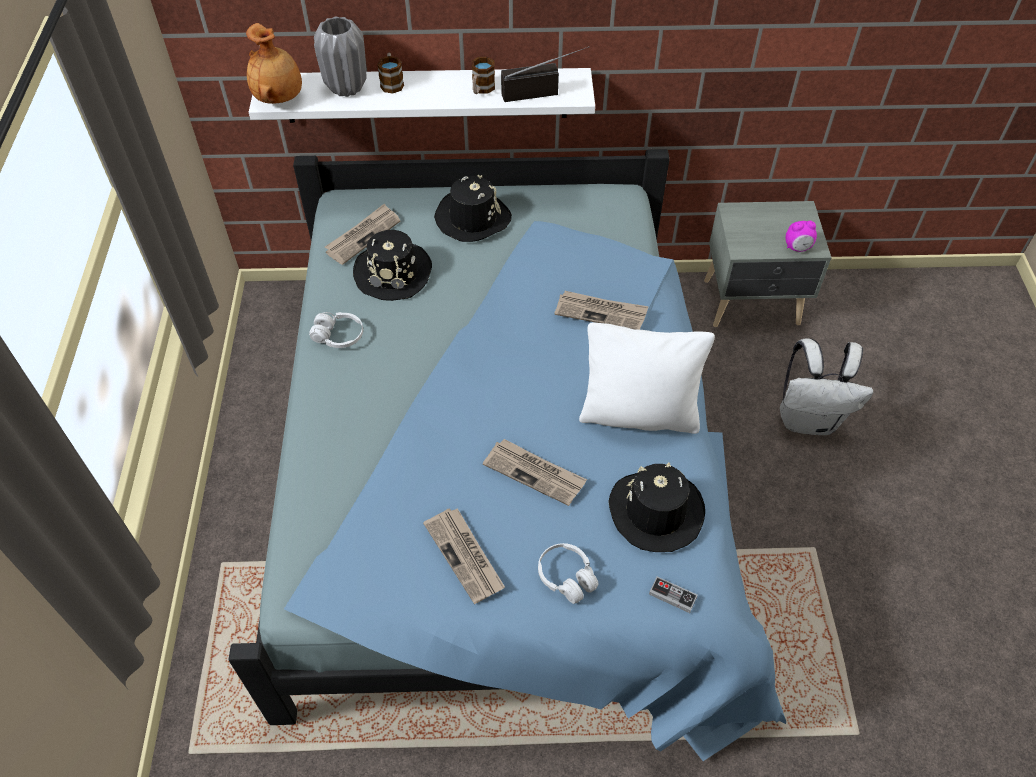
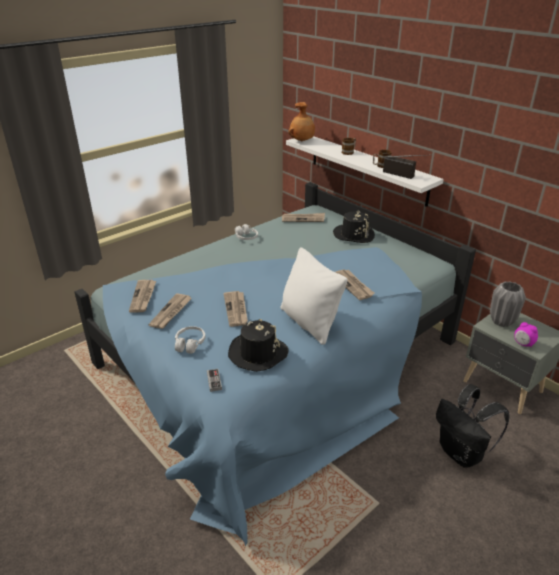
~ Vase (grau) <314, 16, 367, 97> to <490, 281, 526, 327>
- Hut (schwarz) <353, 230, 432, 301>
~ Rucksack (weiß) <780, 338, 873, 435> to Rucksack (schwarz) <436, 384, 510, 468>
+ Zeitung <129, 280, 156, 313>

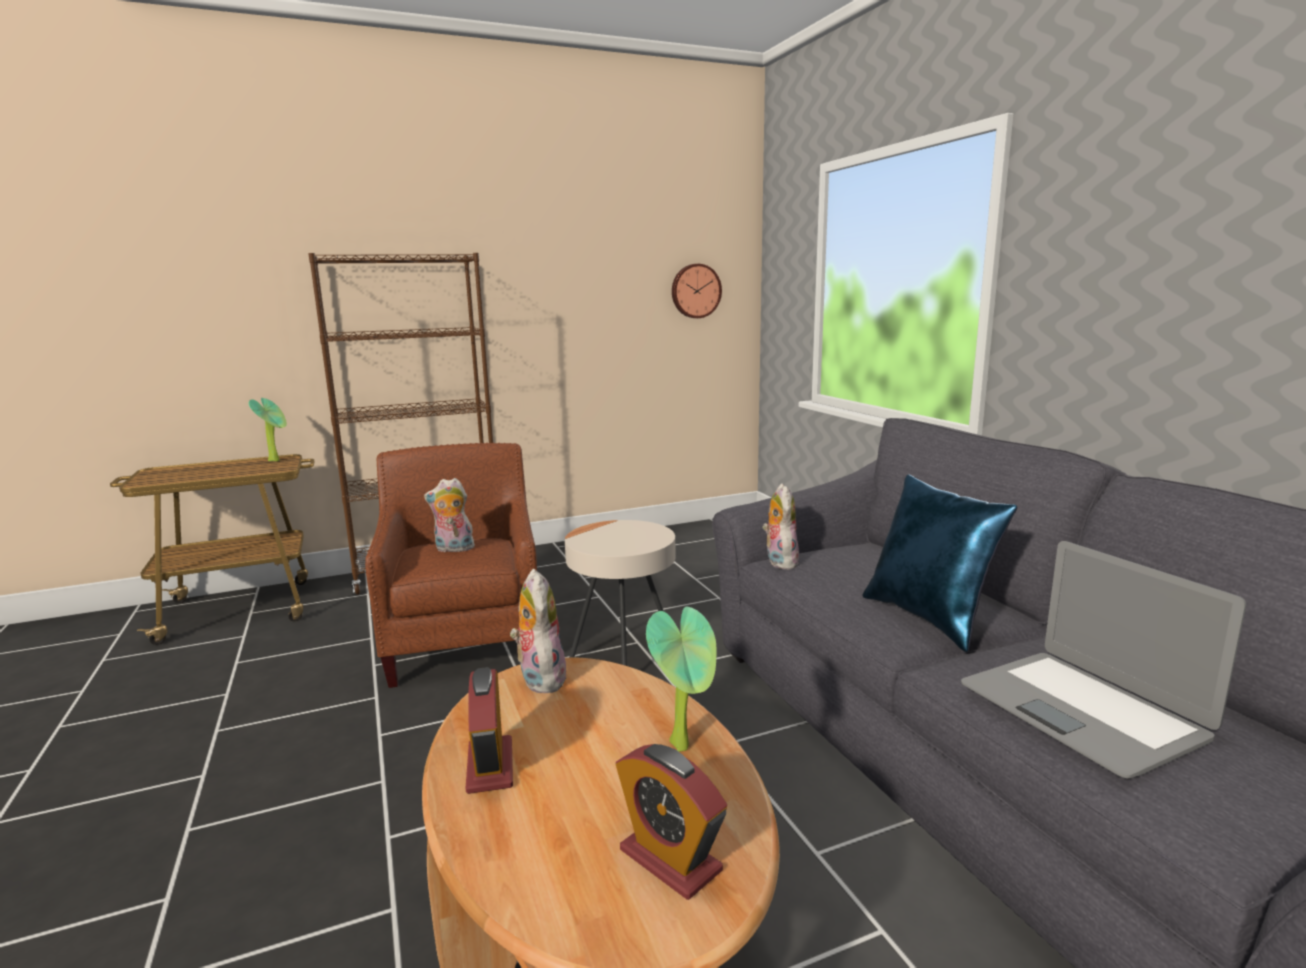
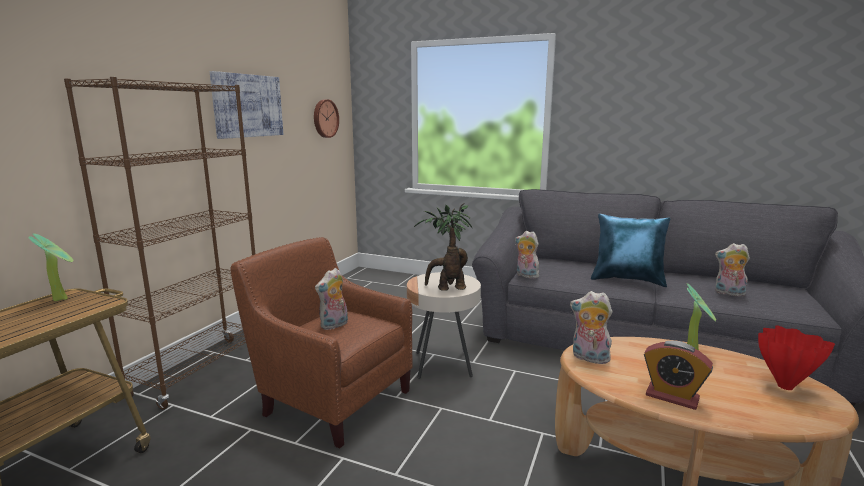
~ Wecker <616, 744, 727, 900> to Vase (rot) <758, 325, 835, 390>
~ Laptop <961, 541, 1246, 779> to Plüschtier <715, 243, 750, 296>
+ Bild <210, 71, 283, 139>
+ Topfpflanze <414, 203, 472, 291>

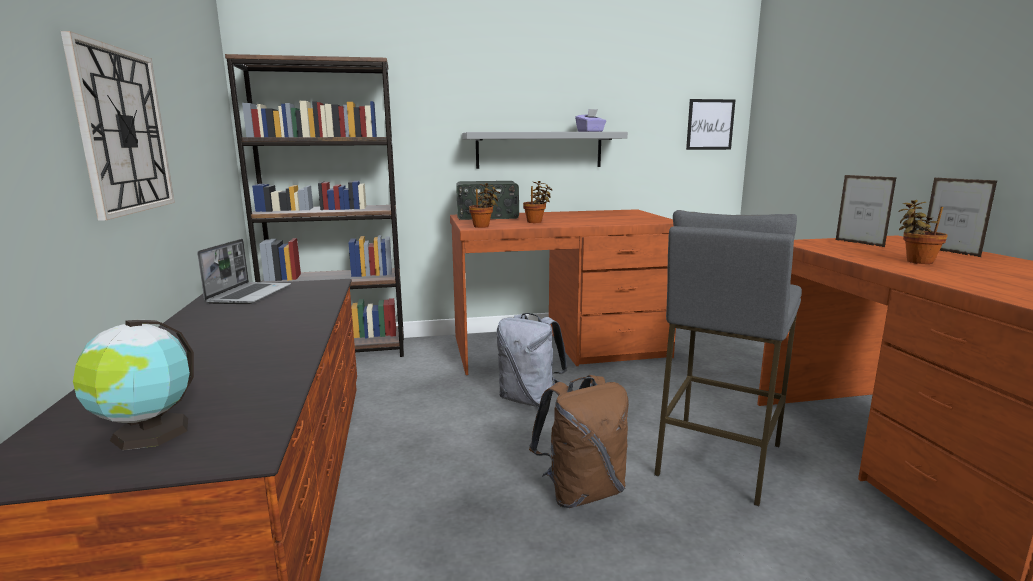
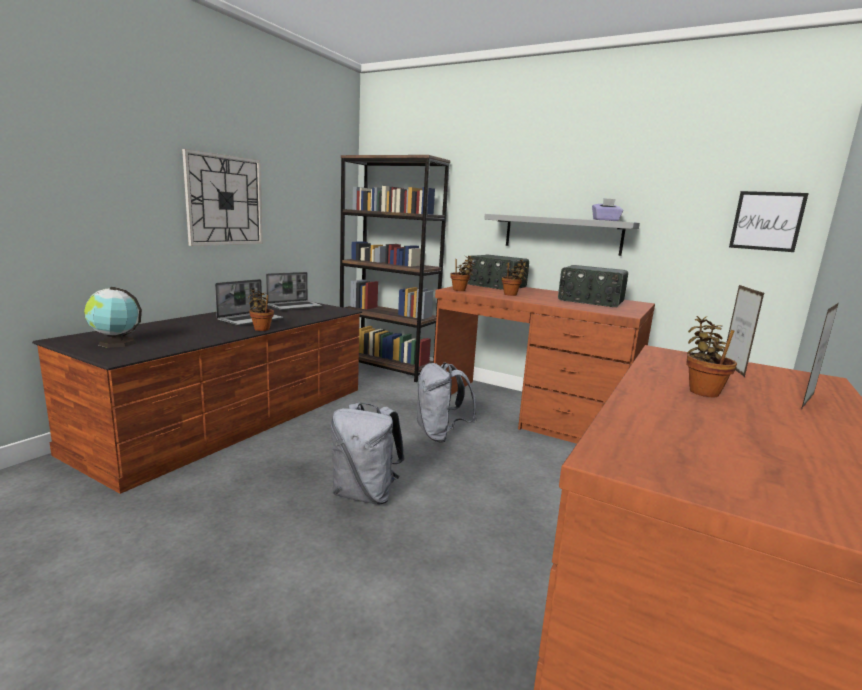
~ Rucksack (braun) <529, 375, 629, 508> to Rucksack (grau) <331, 403, 405, 504>
- Hocker (grau) <654, 210, 802, 506>
~ Bilderrahmen <925, 177, 998, 257> = <801, 303, 839, 409> 150 degrees counterclockwise
+ Laptop <215, 279, 283, 326>
+ Topfpflanze <248, 290, 274, 331>
+ Radio <558, 265, 628, 307>

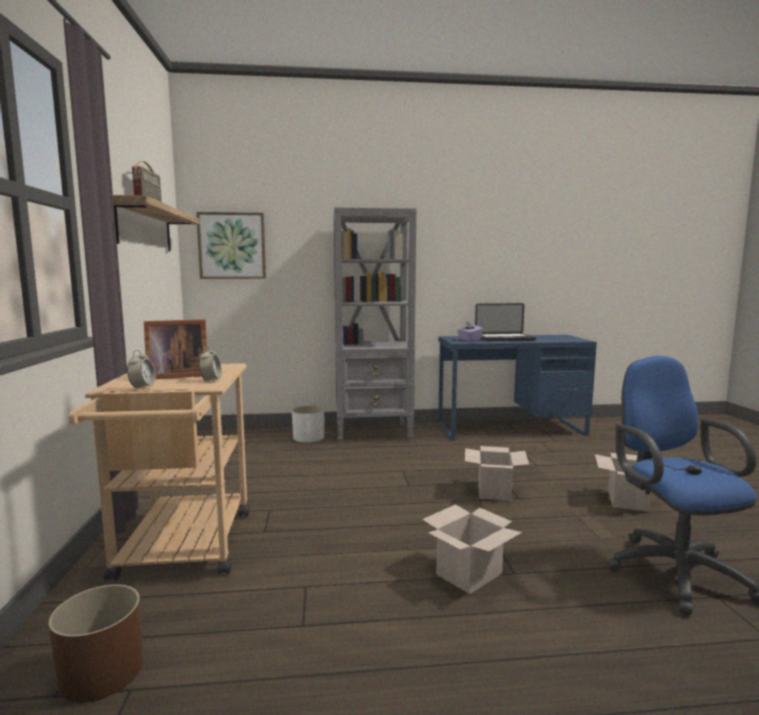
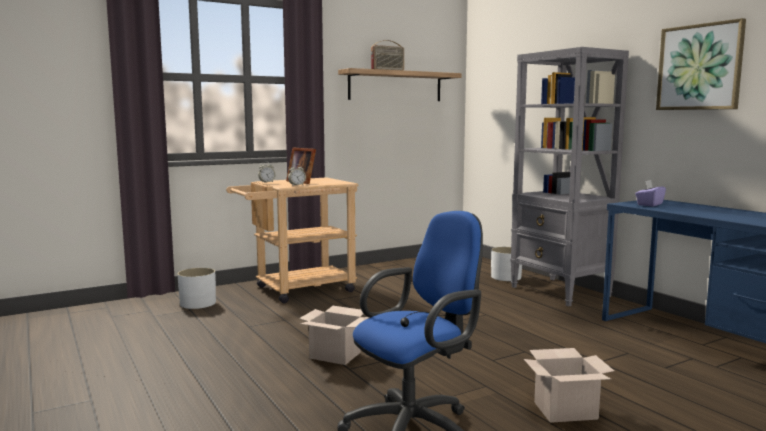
~ Pflanzkübel (braun) <48, 584, 143, 703> to Pflanzkübel (weiß) <177, 268, 216, 309>
~ Bild <196, 212, 266, 279> to <656, 18, 746, 110>
- Karton <465, 446, 529, 501>
- Laptop <475, 303, 536, 341>

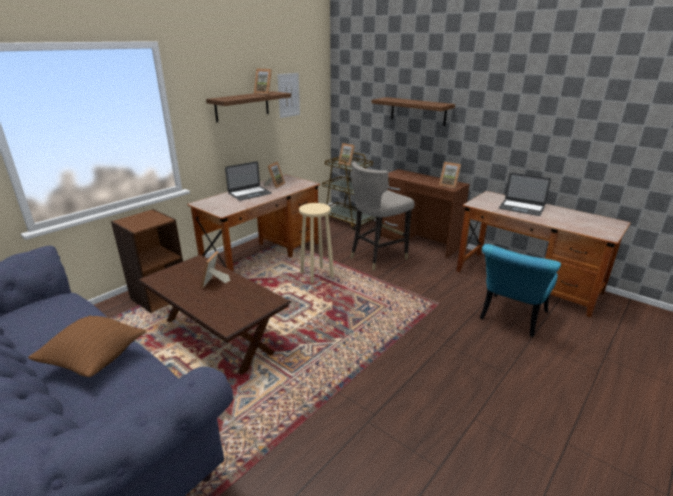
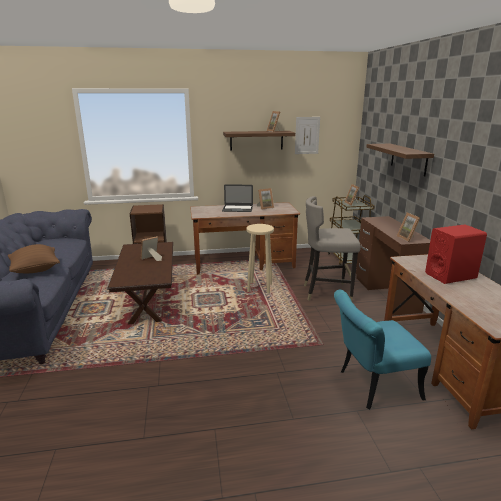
~ Laptop <499, 173, 551, 216> to Lautsprecher (rot) <425, 224, 487, 284>

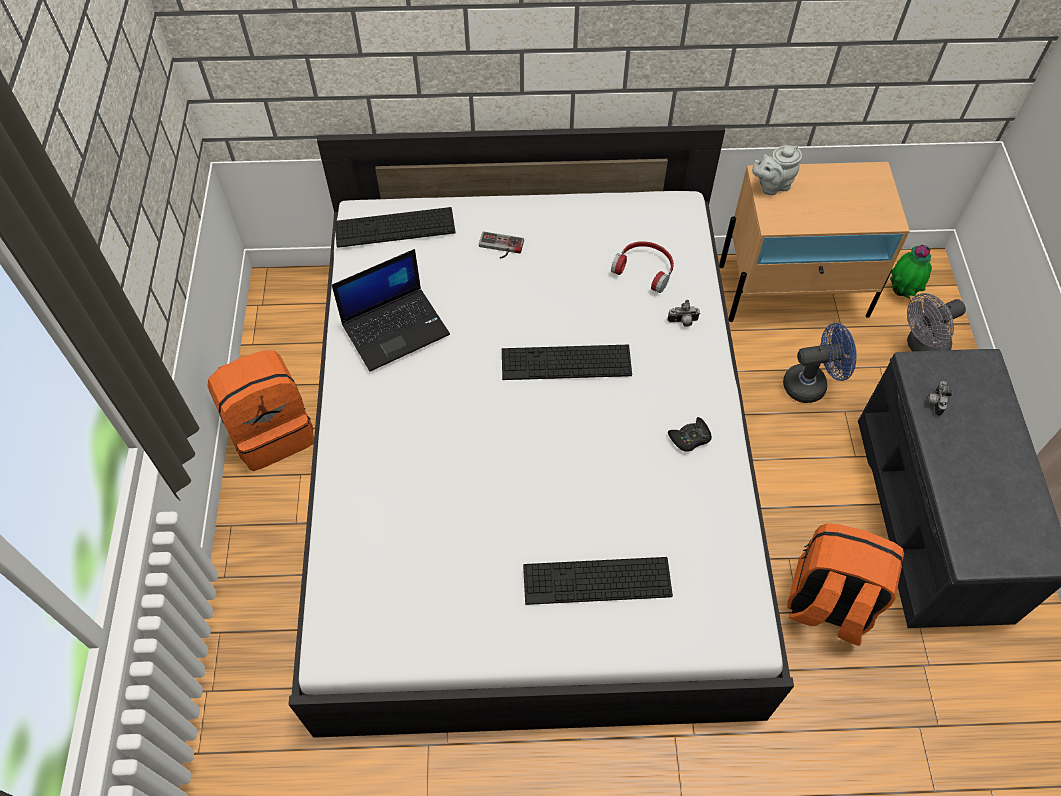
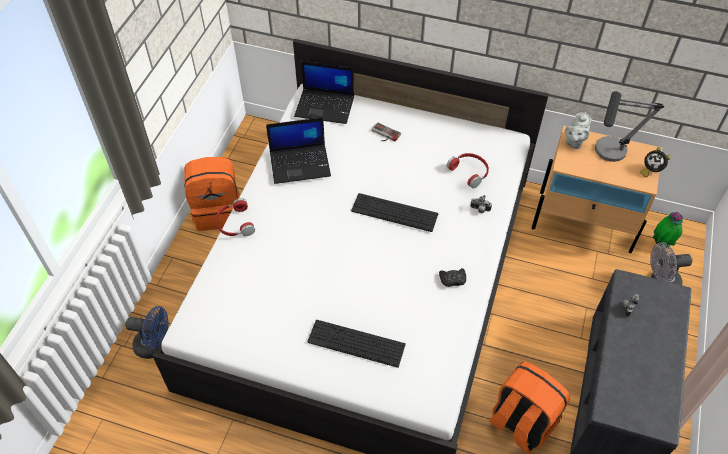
~ Tastatur <335, 207, 456, 248> to Laptop <294, 61, 354, 124>
~ Teekanne (grau) <752, 145, 802, 195> = <565, 112, 591, 149> 60 degrees counterclockwise
~ Ventilator (blau) <783, 323, 857, 403> to <125, 306, 168, 359>
+ Kopfhörer (rot) <216, 198, 255, 236>
+ Tischlampe <595, 91, 664, 162>
+ Wecker <640, 147, 671, 177>

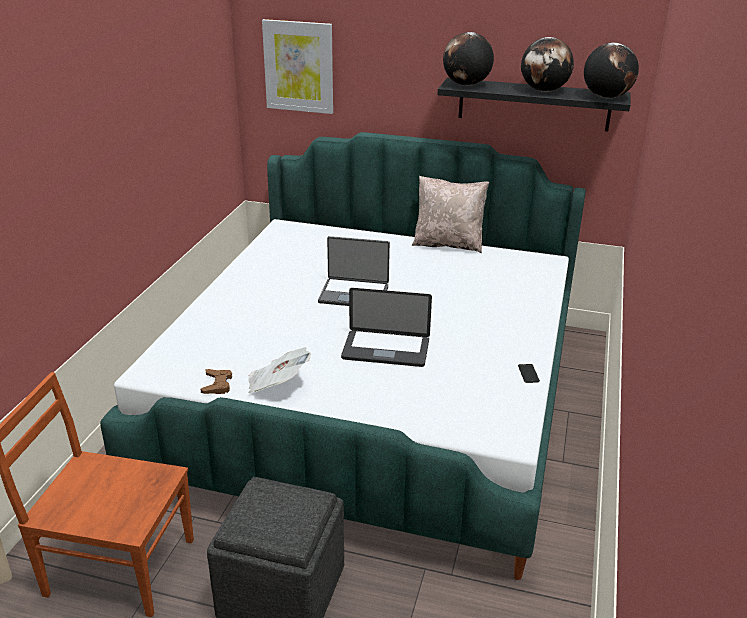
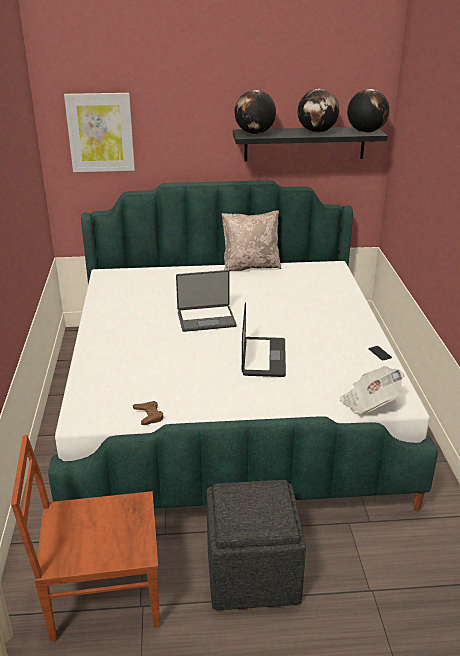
~ Zeitung <248, 347, 311, 393> to <340, 366, 404, 415>
~ Laptop <341, 288, 432, 367> = <242, 302, 286, 377> 75 degrees counterclockwise

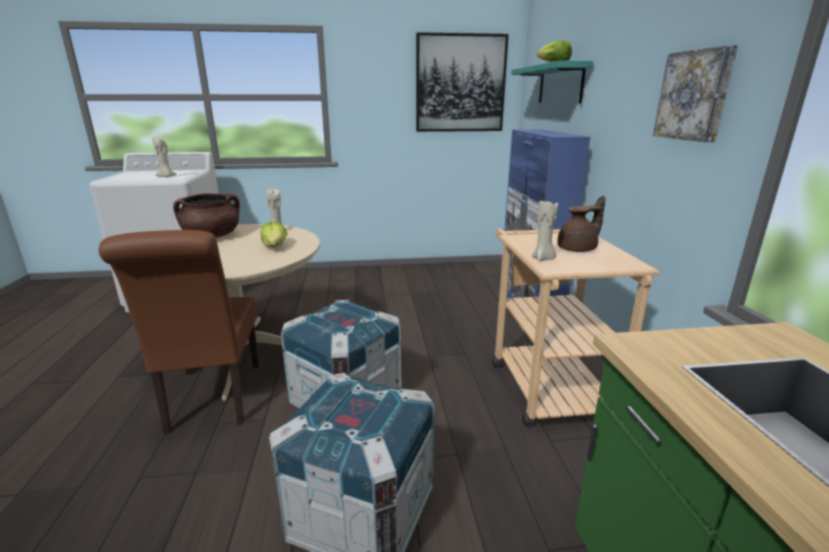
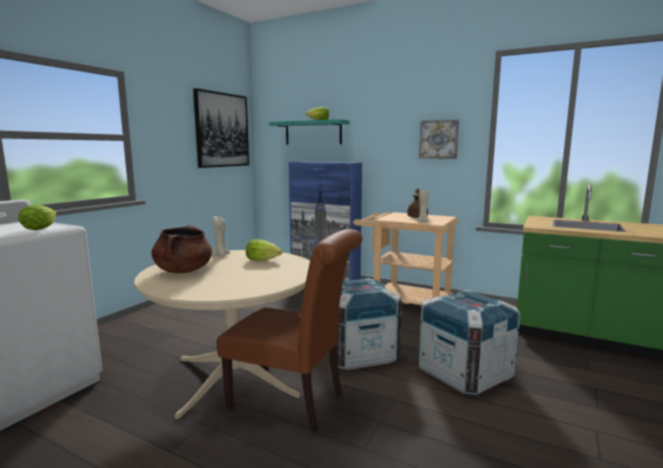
~ Kerze (beige) <152, 137, 176, 177> to Salatkopf <18, 205, 57, 230>

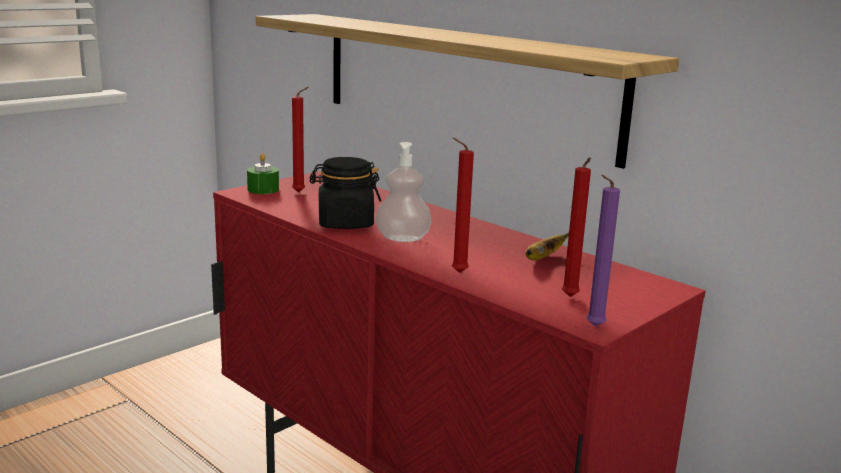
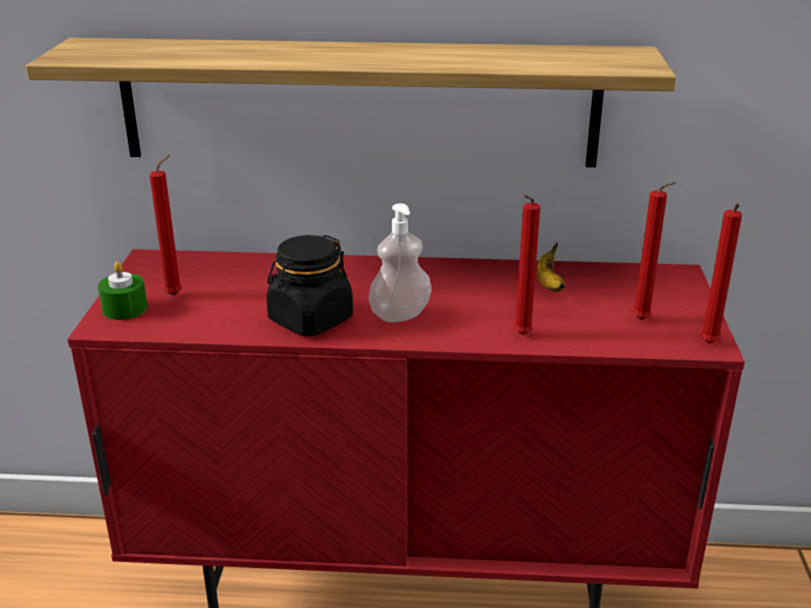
~ Kerze (lila) <587, 175, 620, 327> to Kerze (rot) <700, 203, 742, 344>

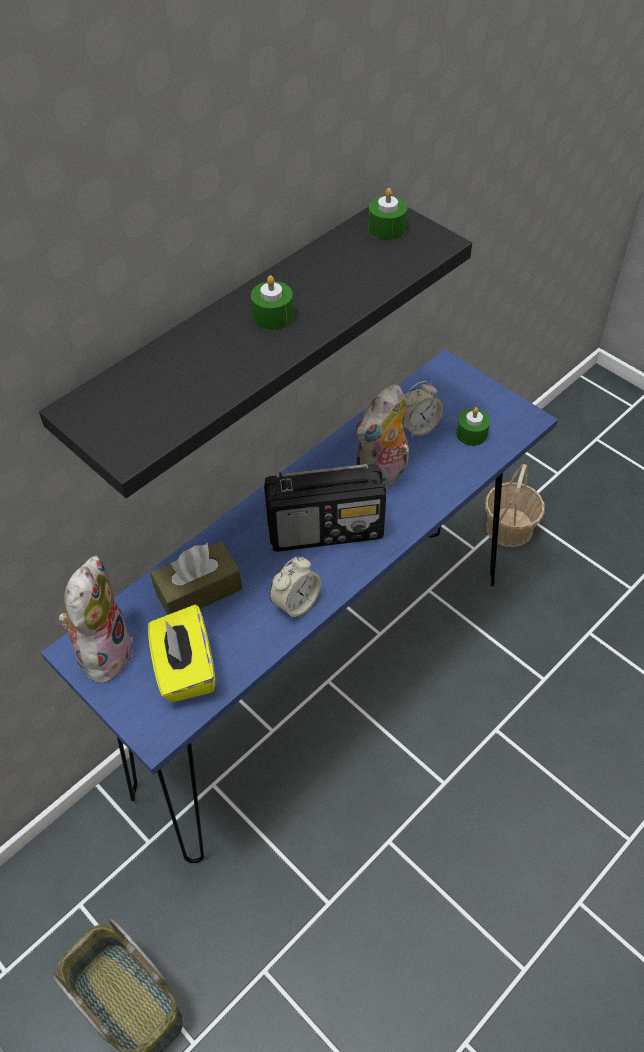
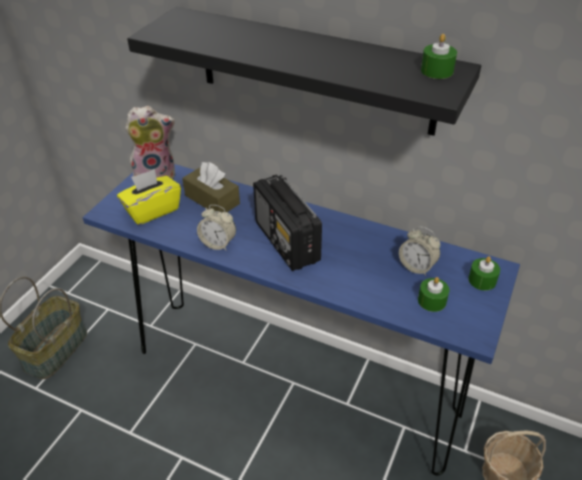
~ Kerze (grün) <251, 275, 294, 330> to <468, 256, 500, 291>
- Plüschtier <356, 385, 409, 489>

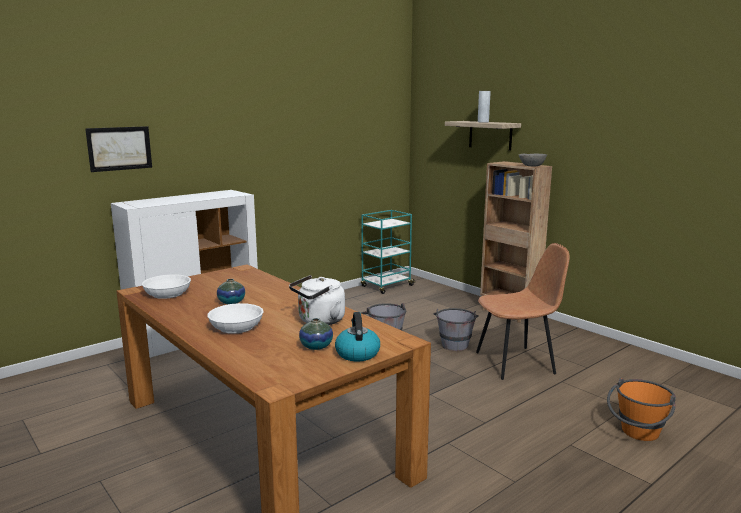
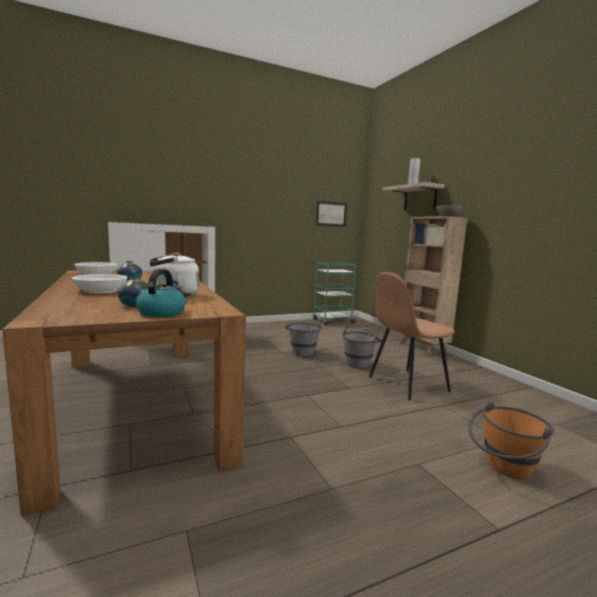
~ Bild <85, 126, 152, 172> to <316, 201, 347, 227>
~ Stuhl (braun) <476, 243, 570, 380> = <369, 272, 455, 400> 150 degrees clockwise

